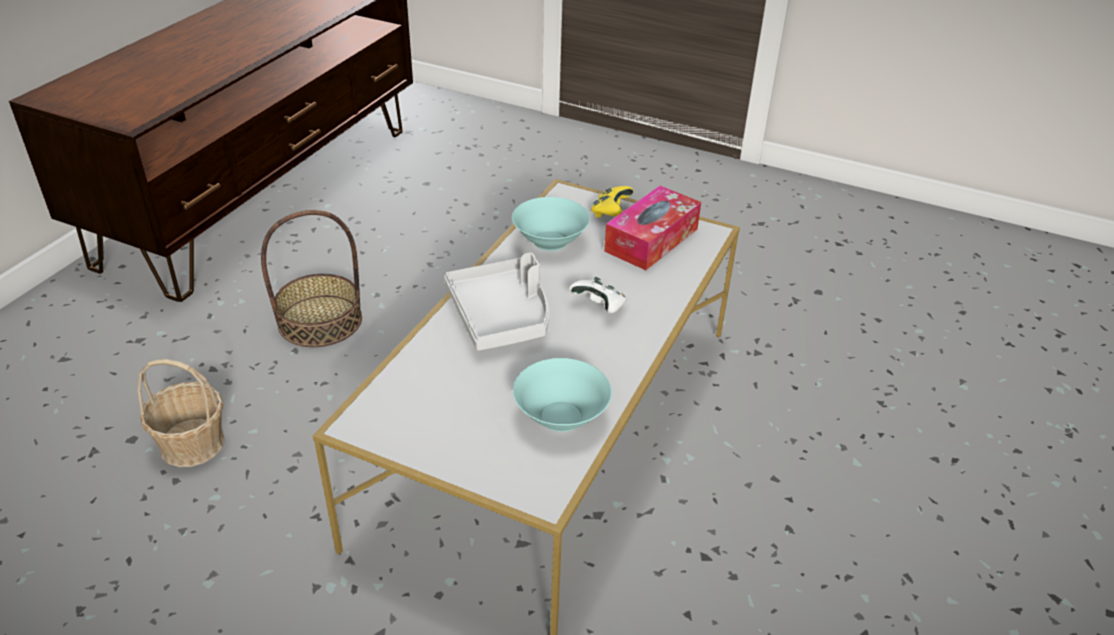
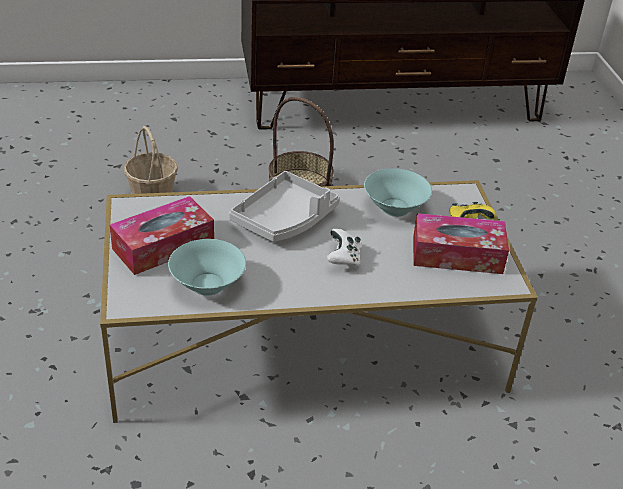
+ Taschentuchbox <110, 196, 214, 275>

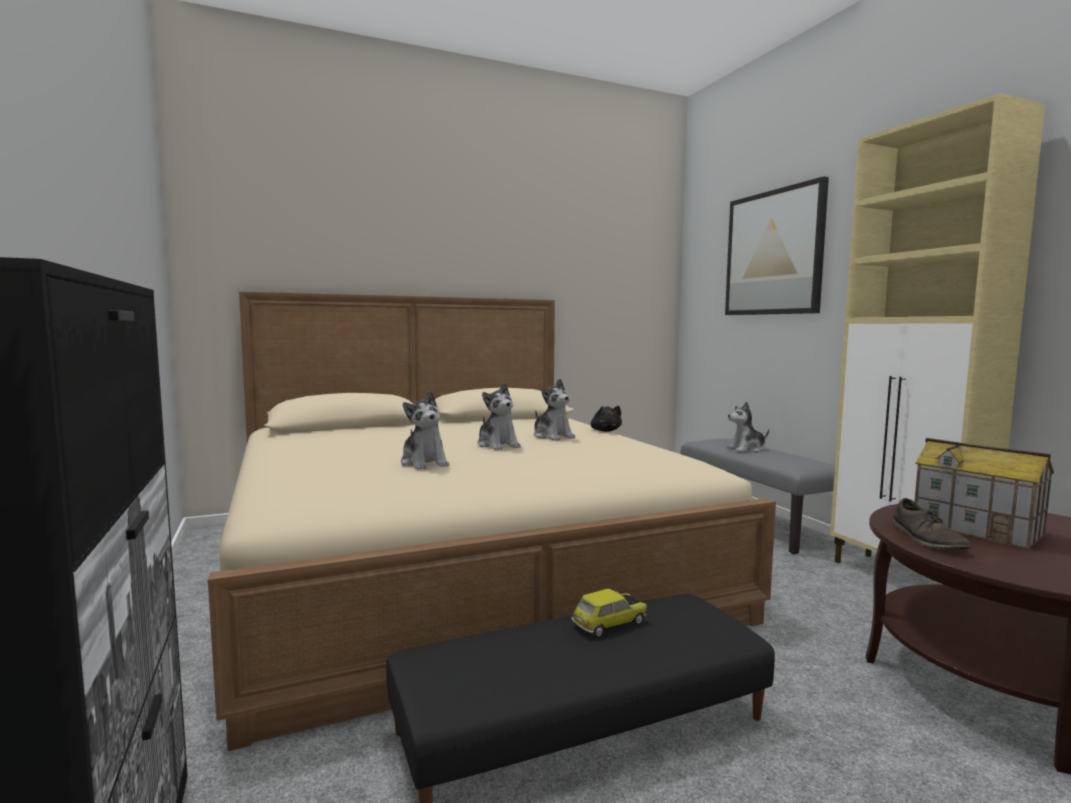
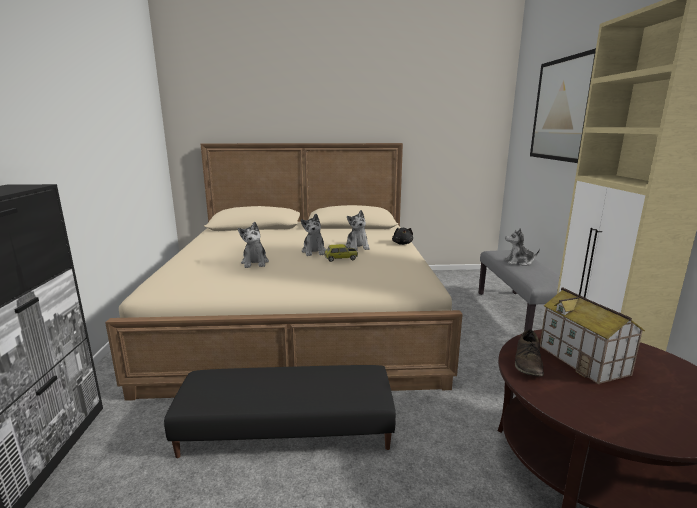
~ Spielzeugauto <571, 589, 647, 638> to <324, 244, 358, 262>

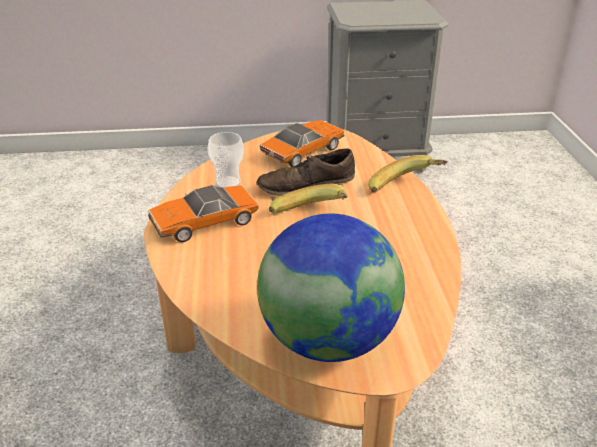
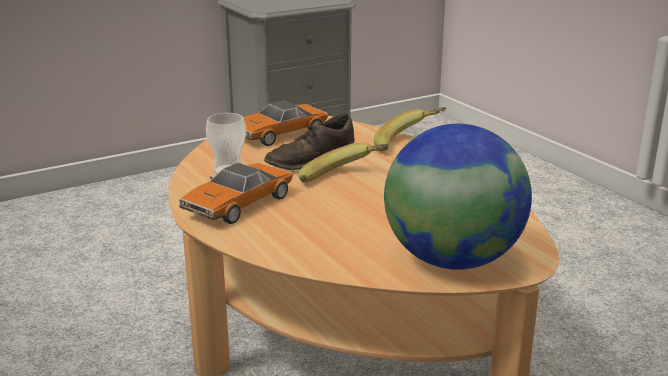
~ Spielzeugauto <259, 120, 344, 167> = <243, 101, 328, 146> 150 degrees counterclockwise

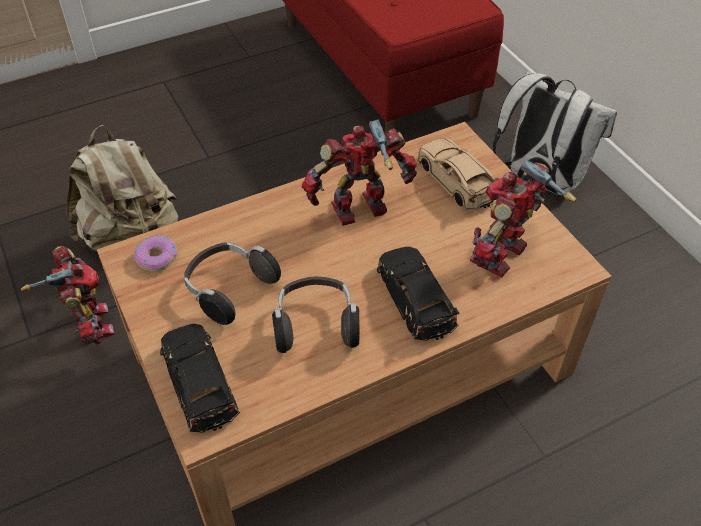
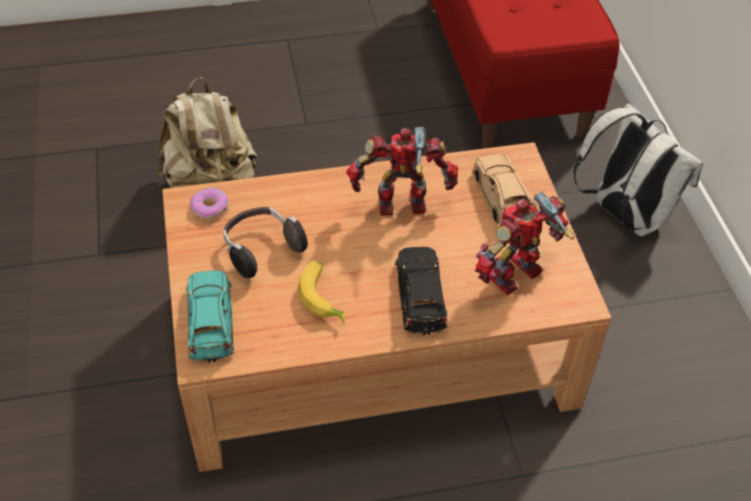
- Spielzeugroboter <21, 246, 114, 345>
~ Spielzeugauto (schwarz) <160, 324, 240, 433> to Spielzeugauto (türkis) <186, 270, 234, 363>
~ Kopfhörer <272, 277, 359, 353> to Banane <298, 261, 345, 323>

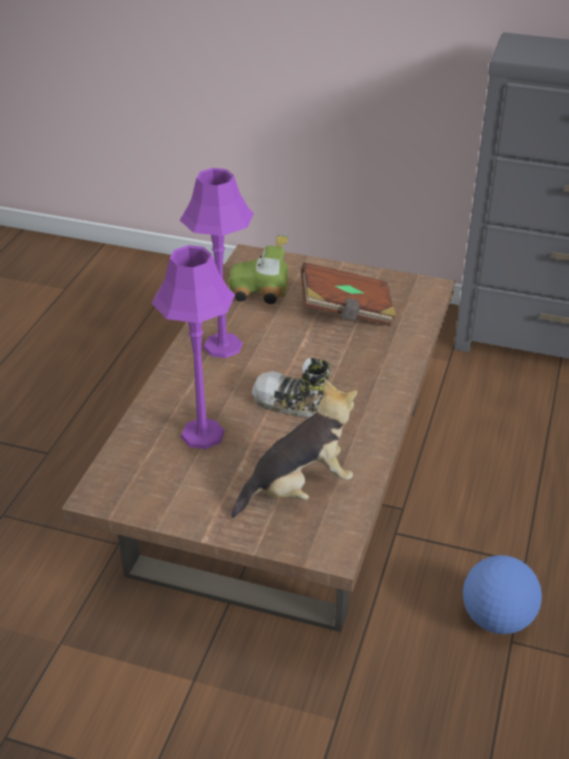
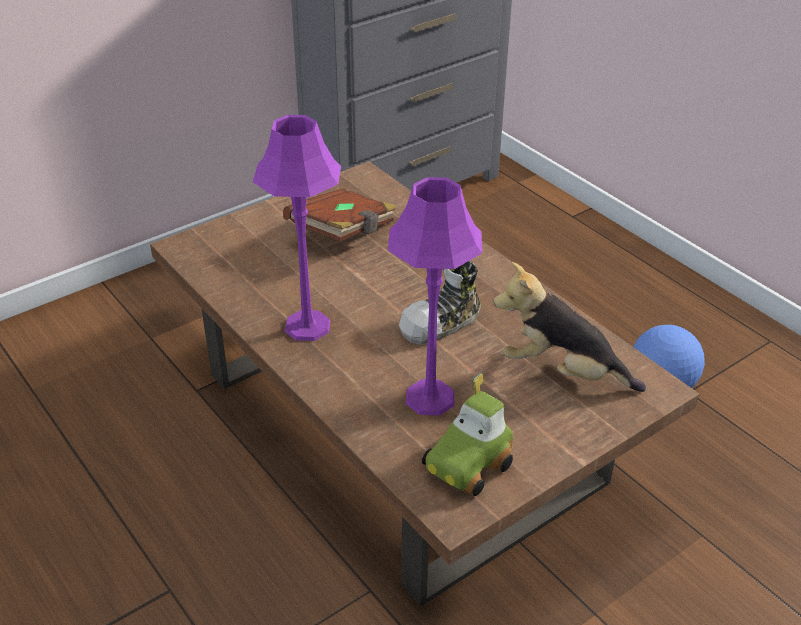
~ Spielzeugauto <228, 235, 288, 304> to <422, 373, 513, 496>
~ Plüschtier <231, 379, 357, 518> = <494, 262, 646, 392> 75 degrees counterclockwise

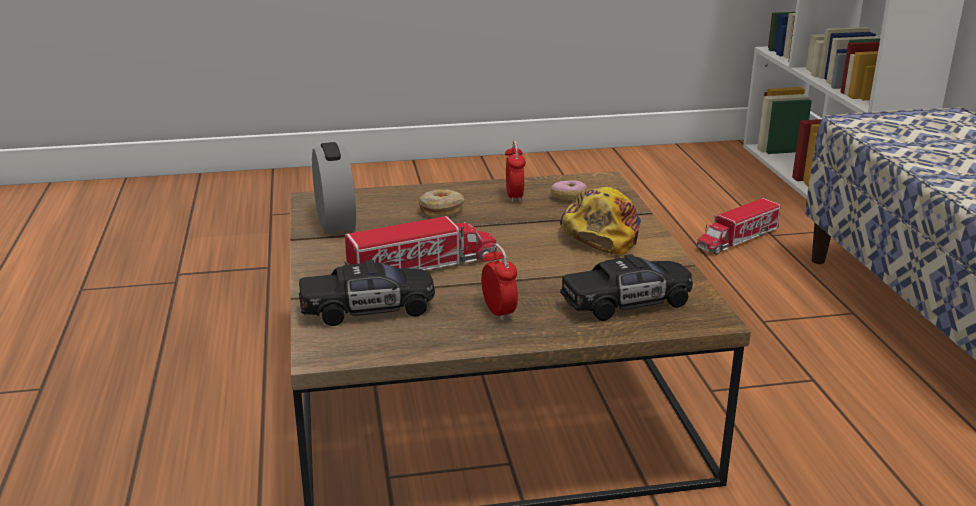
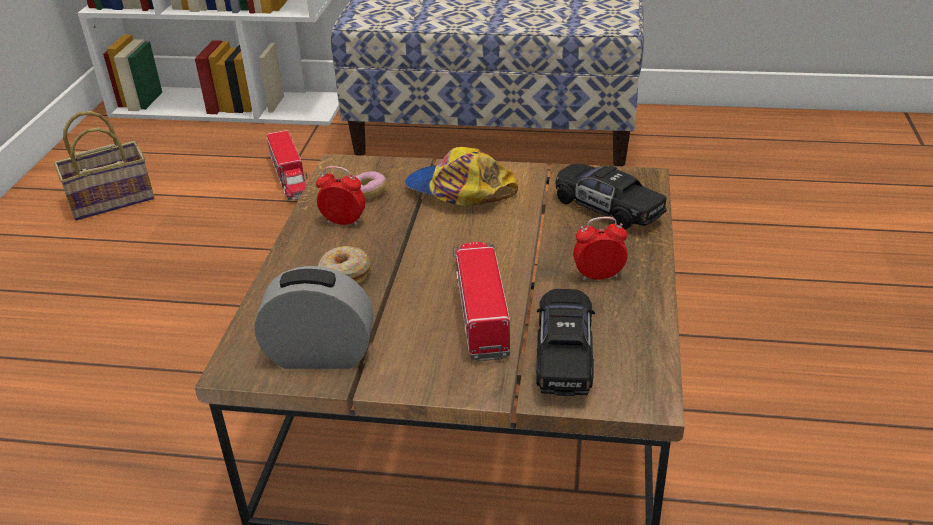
~ Spielzeugauto (schwarz) <560, 254, 693, 321> = <555, 164, 667, 230> 45 degrees counterclockwise
+ Korb <54, 111, 154, 221>

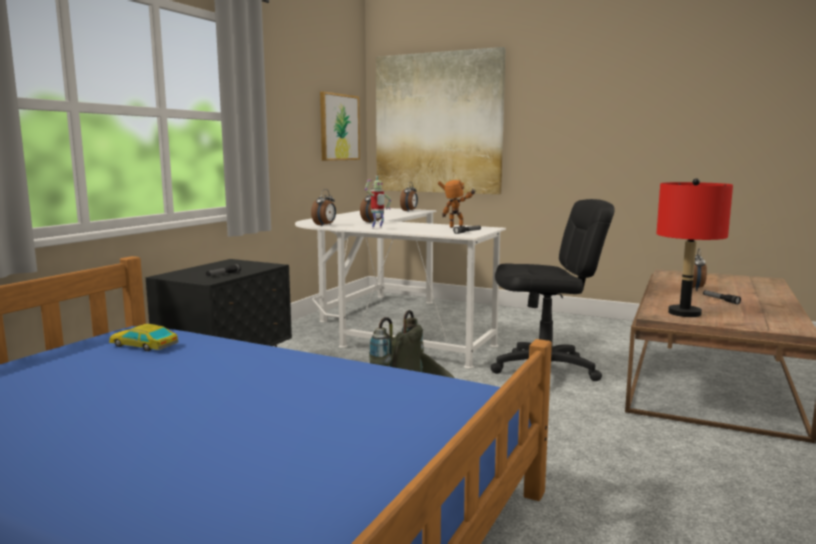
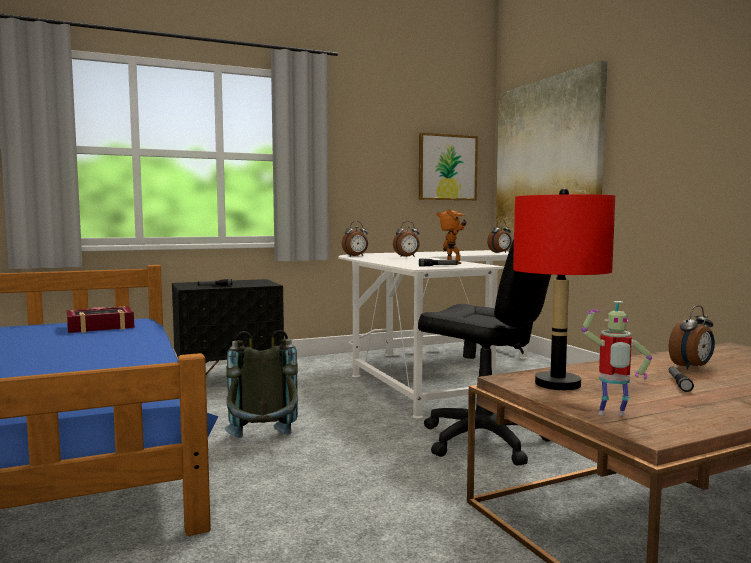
~ Spielzeugauto <109, 324, 178, 351> to Buch <66, 306, 135, 333>
~ Spielzeugroboter <365, 176, 391, 229> to <582, 301, 652, 416>

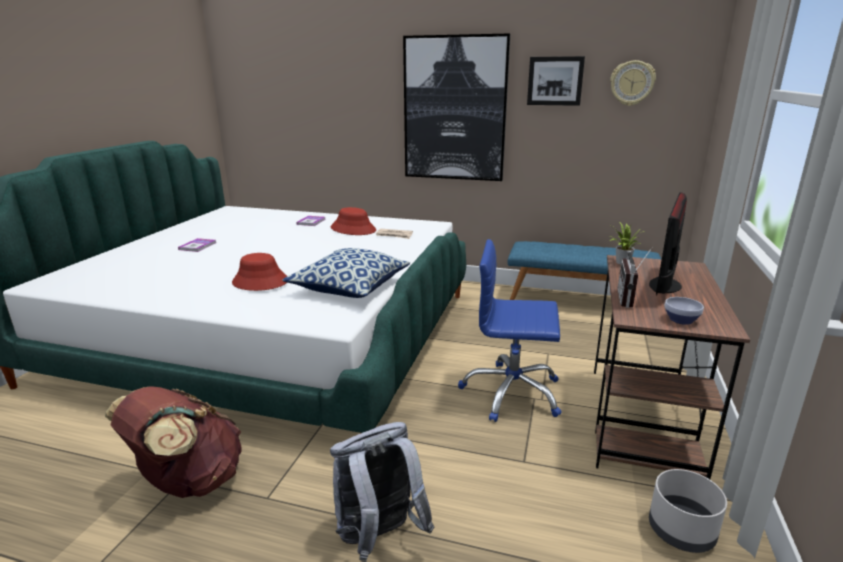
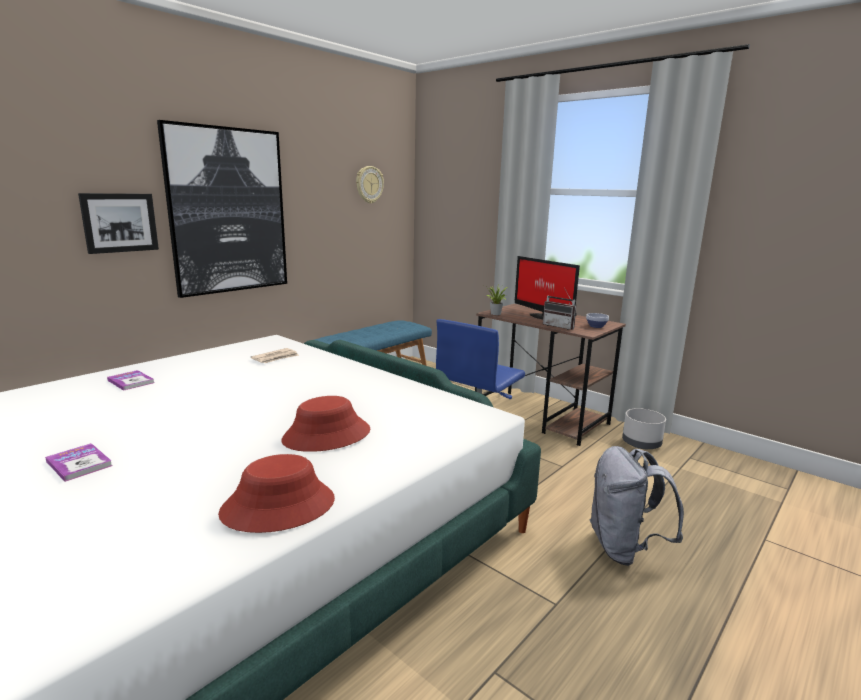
- Rucksack (braun) <105, 386, 242, 498>
- Kissen <282, 248, 410, 298>
~ Hut (rot) <331, 207, 376, 235> to <218, 454, 335, 533>
~ Bild <527, 56, 585, 106> to <78, 193, 159, 254>

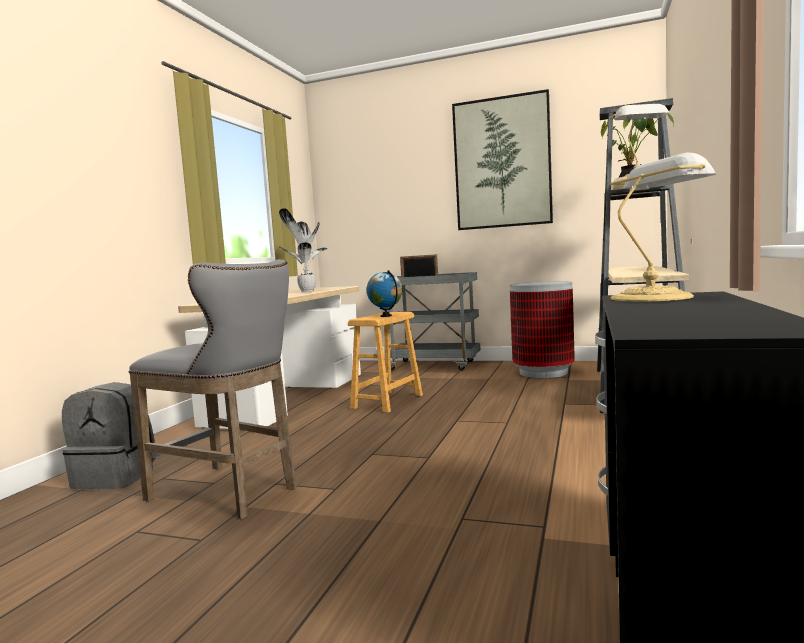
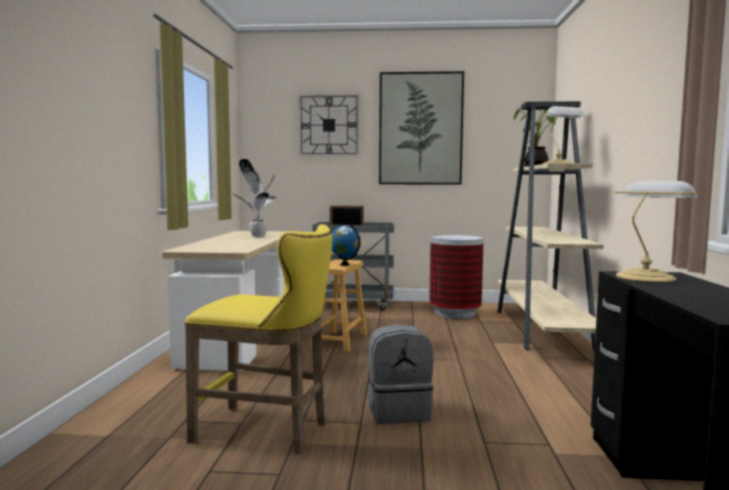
~ Rucksack (grau) <62, 382, 156, 489> to <368, 324, 434, 424>
~ Hocker (grau) <129, 259, 297, 519> to Hocker (gelb) <185, 224, 332, 454>
+ Wanduhr <298, 93, 360, 156>

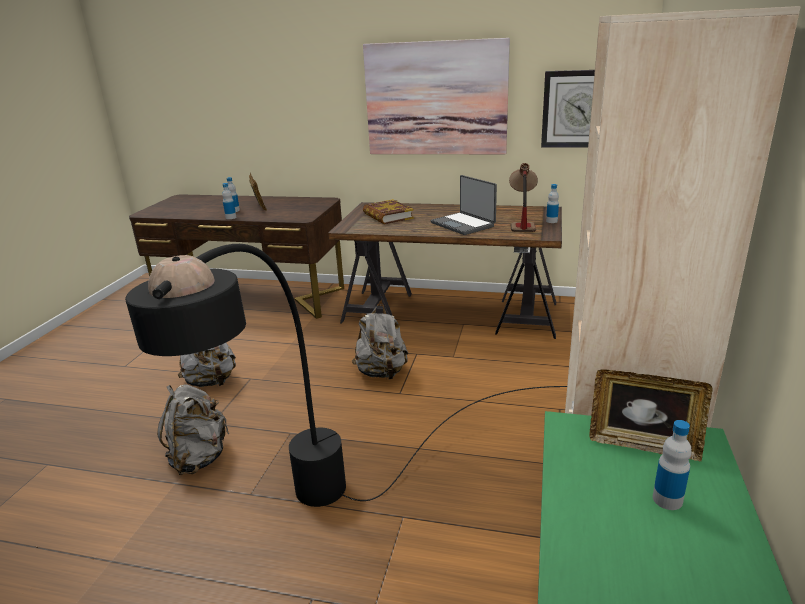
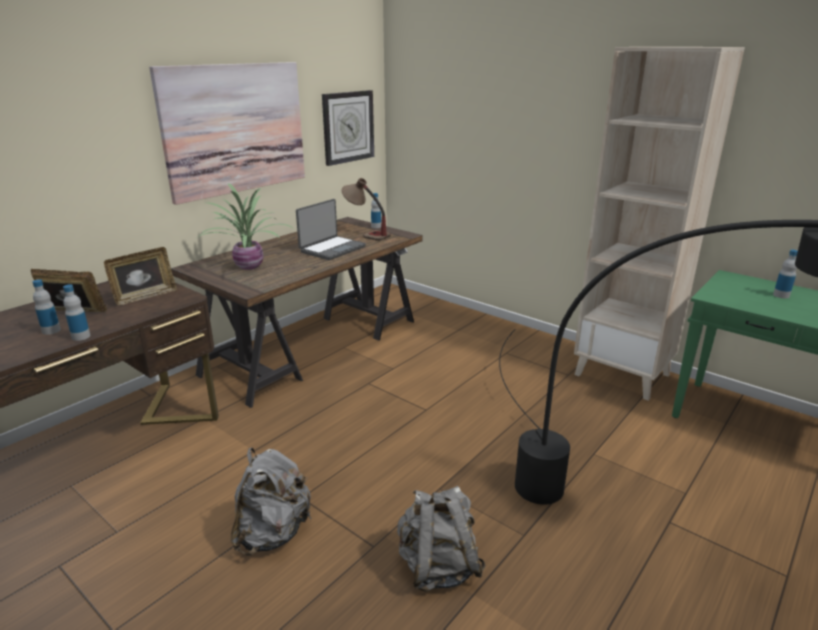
- Rucksack (grau) <352, 304, 408, 380>
~ Buch <363, 199, 414, 224> to Topfpflanze <197, 184, 294, 270>
~ Laptop <431, 175, 497, 235> = <296, 199, 366, 260> 45 degrees counterclockwise
~ Bilderrahmen <589, 369, 713, 462> to <104, 247, 177, 305>

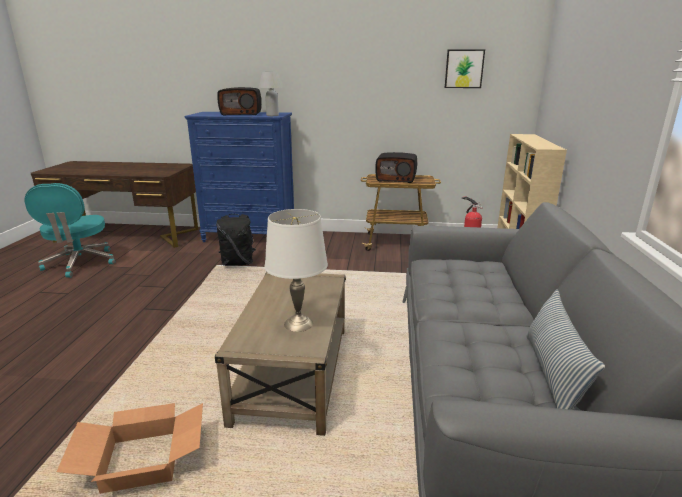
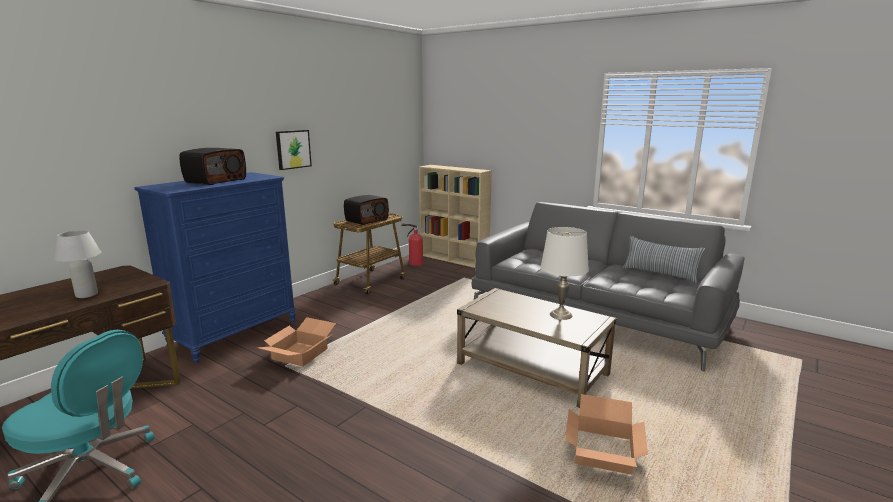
~ Rucksack (schwarz) <216, 214, 256, 266> to Karton <258, 317, 336, 366>
~ Tischlampe (weiß) <258, 72, 283, 116> to <54, 230, 101, 298>
~ Bild <445, 49, 485, 88> to <276, 130, 312, 170>

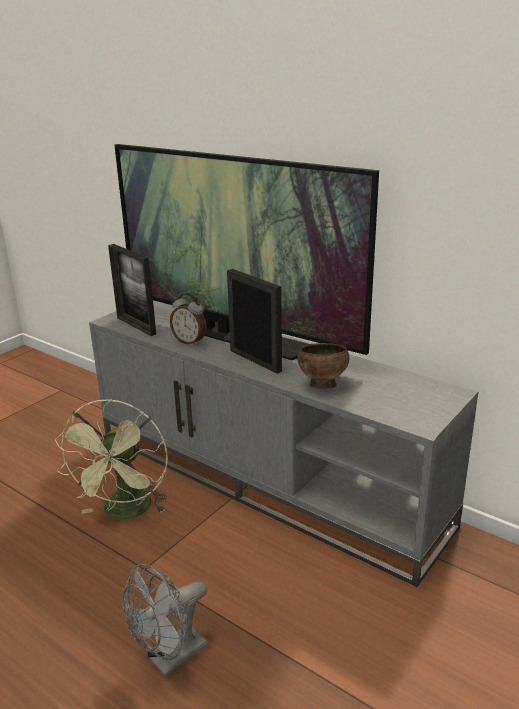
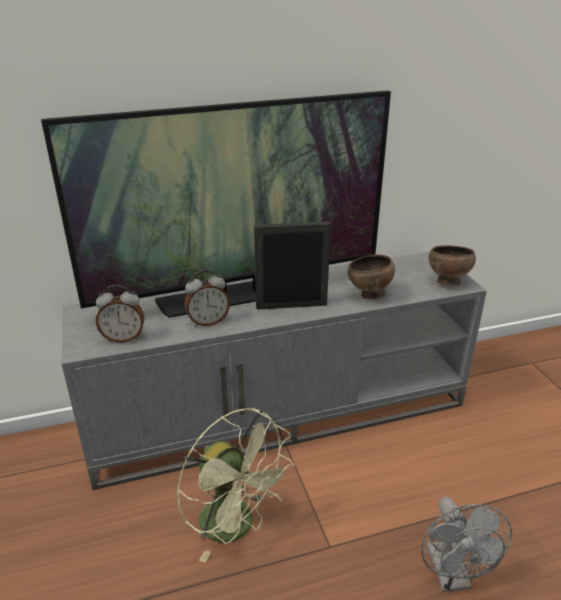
~ Bilderrahmen <108, 244, 156, 336> to Wecker <96, 284, 144, 343>
+ Schüssel (braun) <429, 245, 476, 286>

